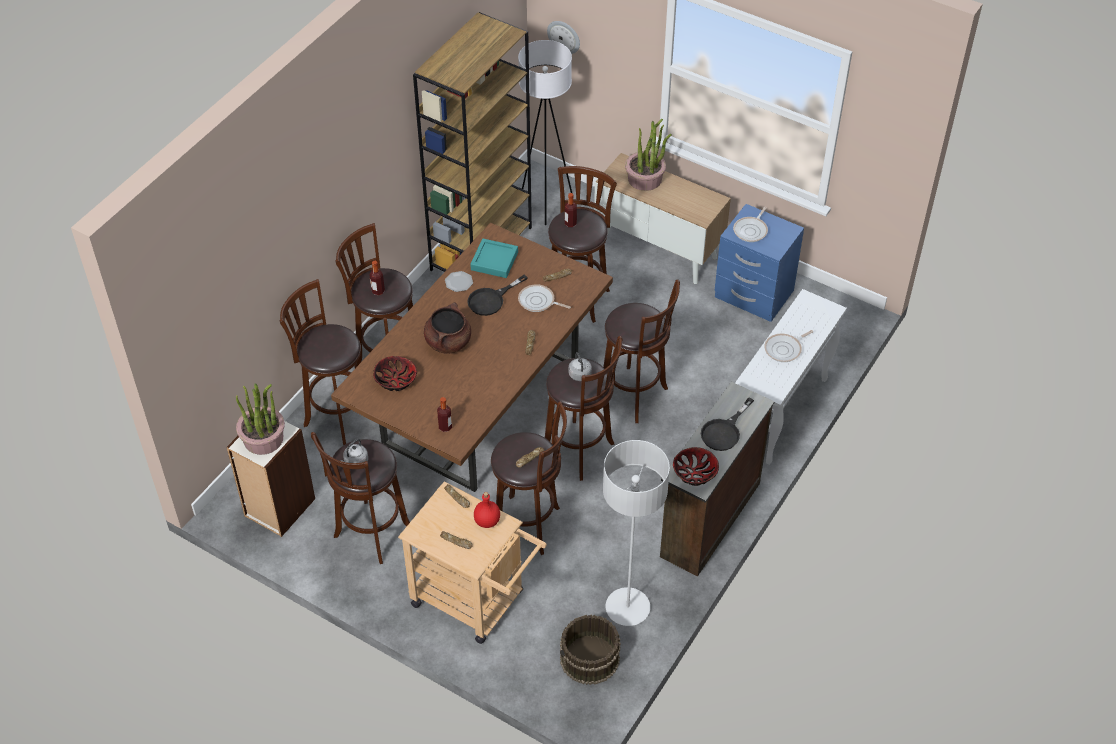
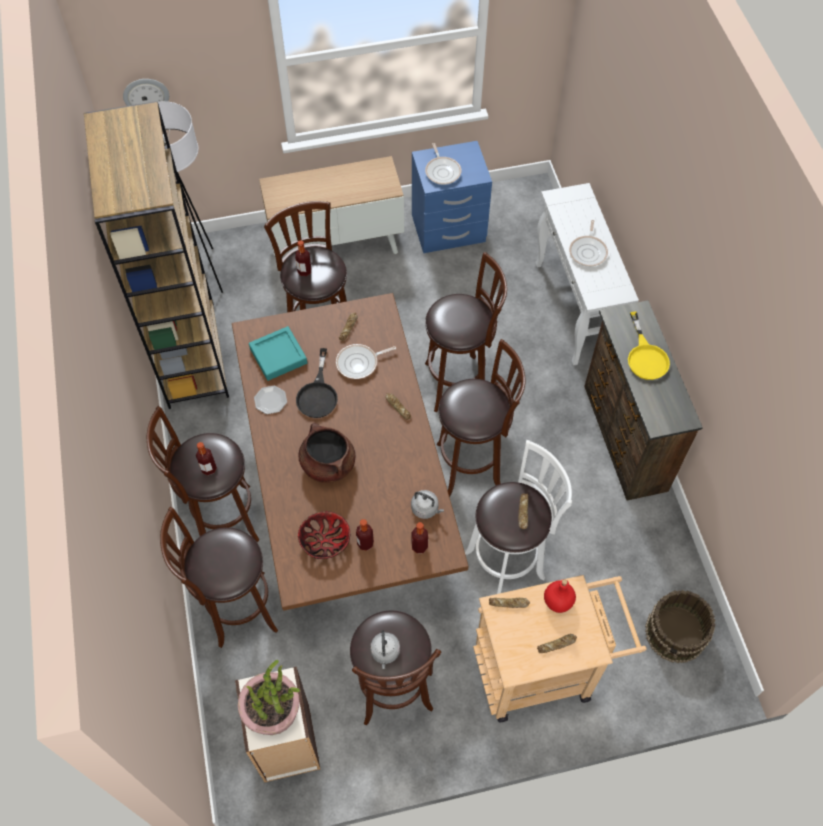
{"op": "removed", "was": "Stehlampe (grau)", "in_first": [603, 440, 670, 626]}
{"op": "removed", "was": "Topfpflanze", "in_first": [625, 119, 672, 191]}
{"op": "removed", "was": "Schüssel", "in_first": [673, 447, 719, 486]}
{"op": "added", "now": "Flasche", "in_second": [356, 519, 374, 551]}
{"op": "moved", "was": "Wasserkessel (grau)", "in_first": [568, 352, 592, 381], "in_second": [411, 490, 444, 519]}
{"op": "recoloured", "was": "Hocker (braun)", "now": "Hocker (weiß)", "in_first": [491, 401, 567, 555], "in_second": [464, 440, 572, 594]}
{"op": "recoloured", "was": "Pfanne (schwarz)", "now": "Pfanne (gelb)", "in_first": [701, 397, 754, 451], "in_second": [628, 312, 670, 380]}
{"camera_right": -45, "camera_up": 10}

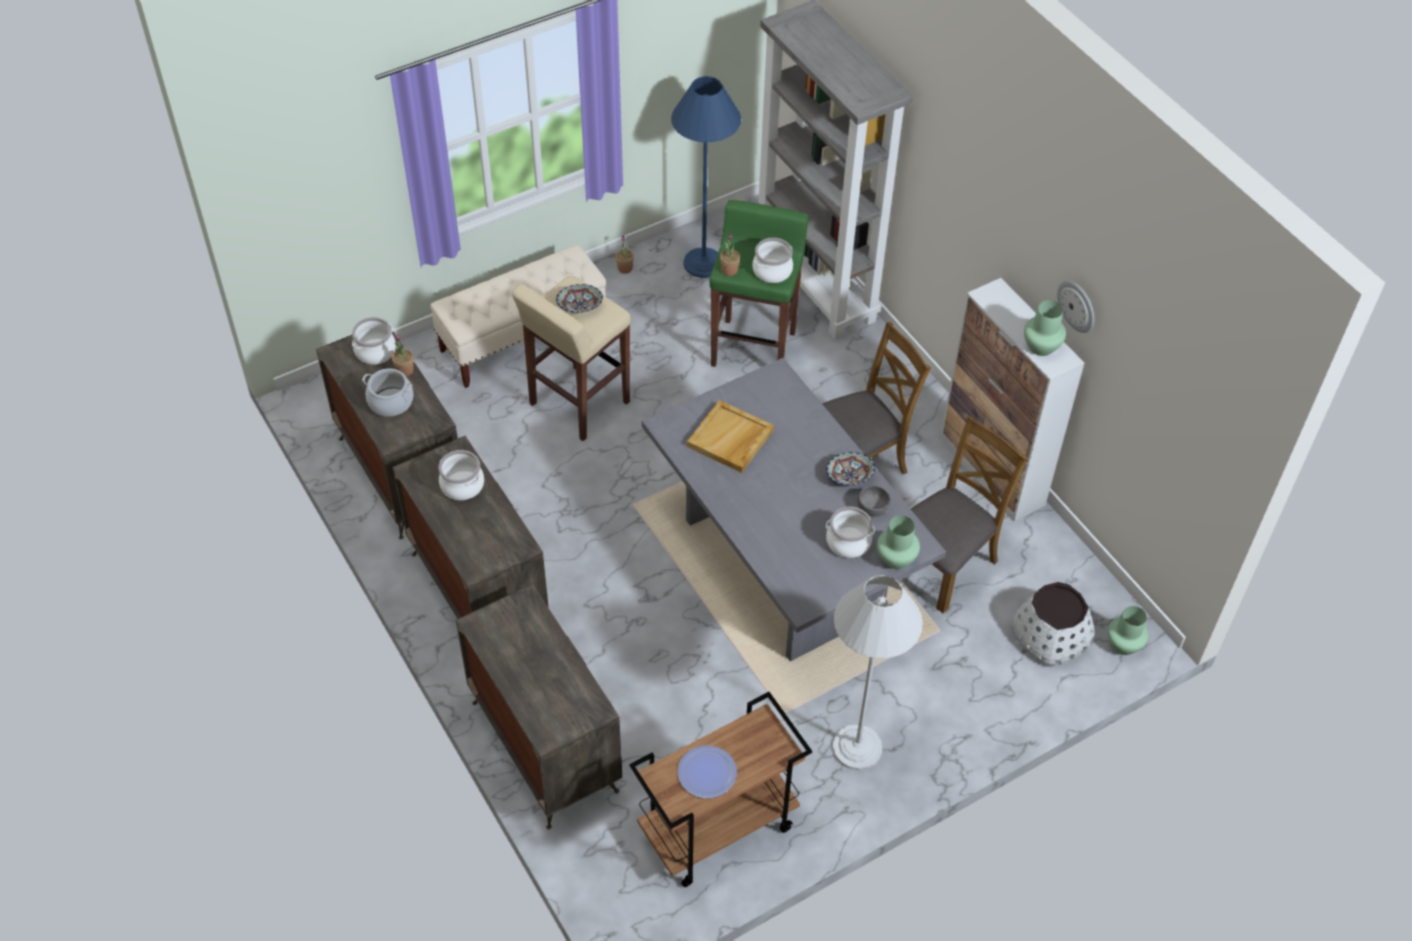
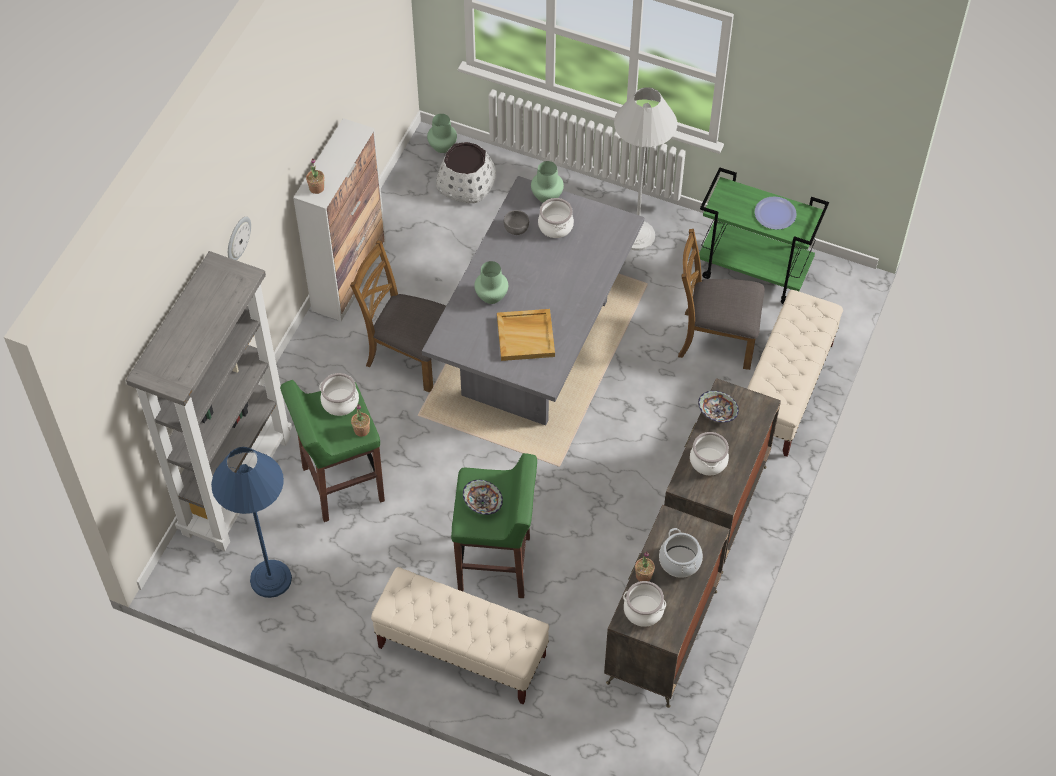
{"op": "moved", "was": "Topfpflanze", "in_first": [616, 236, 634, 274], "in_second": [306, 158, 324, 194]}
{"op": "moved", "was": "Schüssel", "in_first": [826, 452, 875, 486], "in_second": [698, 391, 739, 423]}
{"op": "moved", "was": "Stuhl (braun)", "in_first": [911, 416, 1028, 613], "in_second": [678, 229, 765, 370]}
{"op": "moved", "was": "Vase (grün)", "in_first": [1024, 300, 1066, 356], "in_second": [474, 261, 508, 304]}
{"op": "moved", "was": "Wanduhr", "in_first": [1057, 281, 1094, 333], "in_second": [228, 217, 251, 260]}
{"op": "replaced", "was": "Kommode", "now": "Bank (beige)", "in_first": [456, 584, 622, 829], "in_second": [747, 290, 843, 457]}
{"op": "recoloured", "was": "Hocker (beige)", "now": "Hocker (grün)", "in_first": [512, 276, 631, 441], "in_second": [451, 453, 537, 598]}
{"op": "recoloured", "was": "Rollwagen (braun)", "now": "Rollwagen (grün)", "in_first": [629, 692, 812, 887], "in_second": [699, 167, 829, 304]}
{"camera_right": -125, "camera_up": 5}

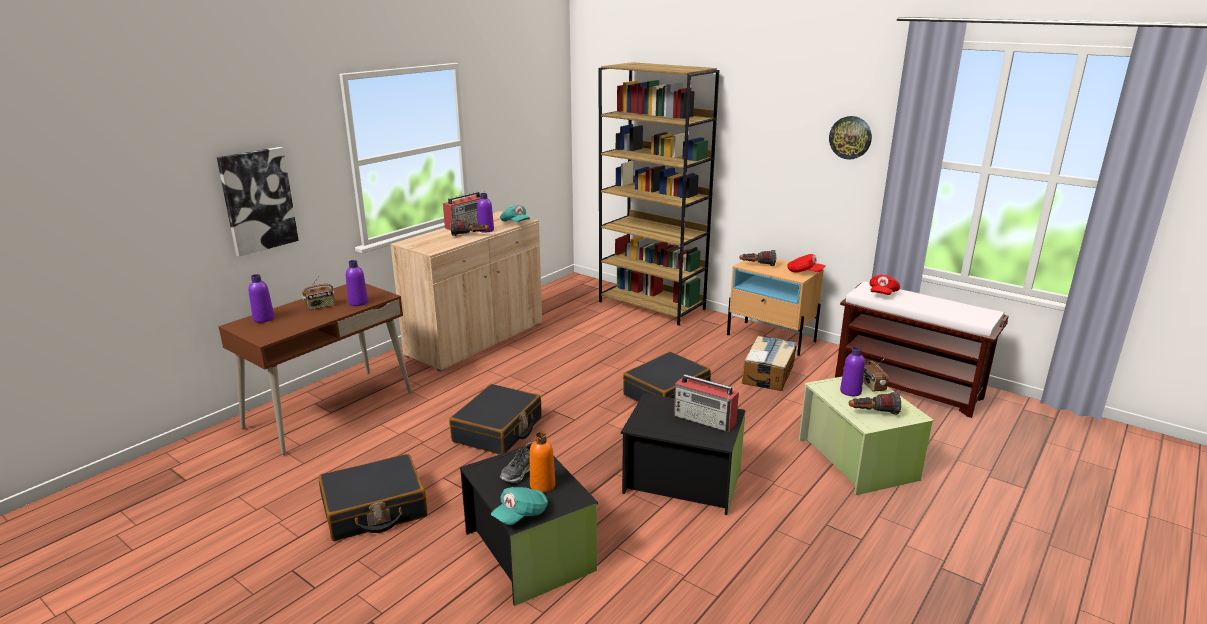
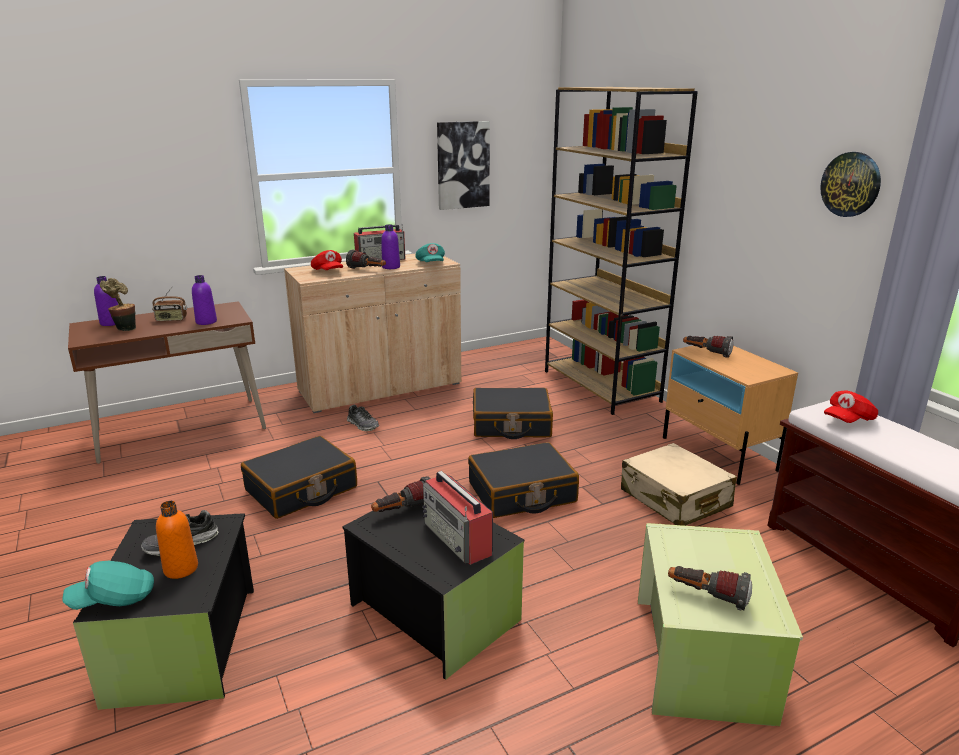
{"op": "removed", "was": "Flasche (lila)", "in_first": [840, 347, 865, 396]}
{"op": "removed", "was": "Radio", "in_first": [863, 358, 889, 392]}
{"op": "added", "now": "Topfpflanze", "in_second": [100, 278, 136, 331]}
{"op": "added", "now": "Schuh", "in_second": [347, 405, 379, 431]}
{"op": "added", "now": "Taschenlampe", "in_second": [371, 476, 431, 512]}
{"op": "moved", "was": "Bild", "in_first": [217, 147, 299, 257], "in_second": [437, 121, 490, 210]}
{"op": "moved", "was": "Koffer (schwarz)", "in_first": [318, 454, 428, 541], "in_second": [473, 388, 553, 439]}
{"op": "moved", "was": "Kappe (rot)", "in_first": [788, 254, 826, 273], "in_second": [311, 250, 343, 270]}
{"op": "replaced", "was": "Karton", "now": "Koffer (beige)", "in_first": [742, 336, 797, 391], "in_second": [621, 443, 737, 526]}
{"camera_right": 25, "camera_up": 0}

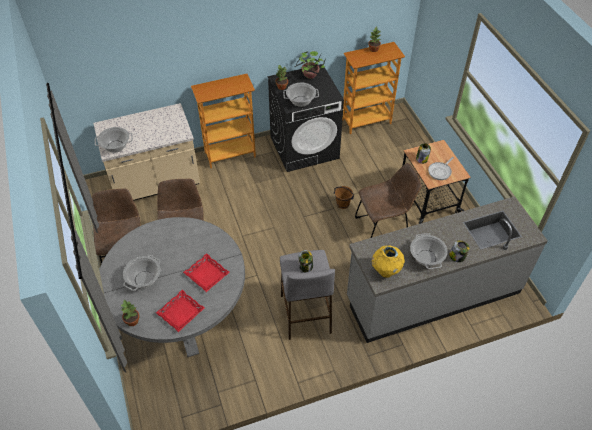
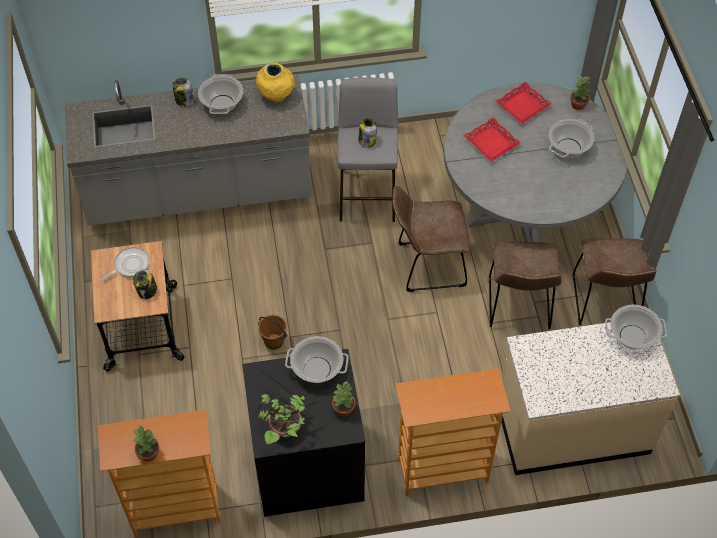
{"op": "moved", "was": "Stuhl (braun)", "in_first": [355, 163, 422, 238], "in_second": [393, 186, 470, 292]}
{"camera_right": -170, "camera_up": 5}

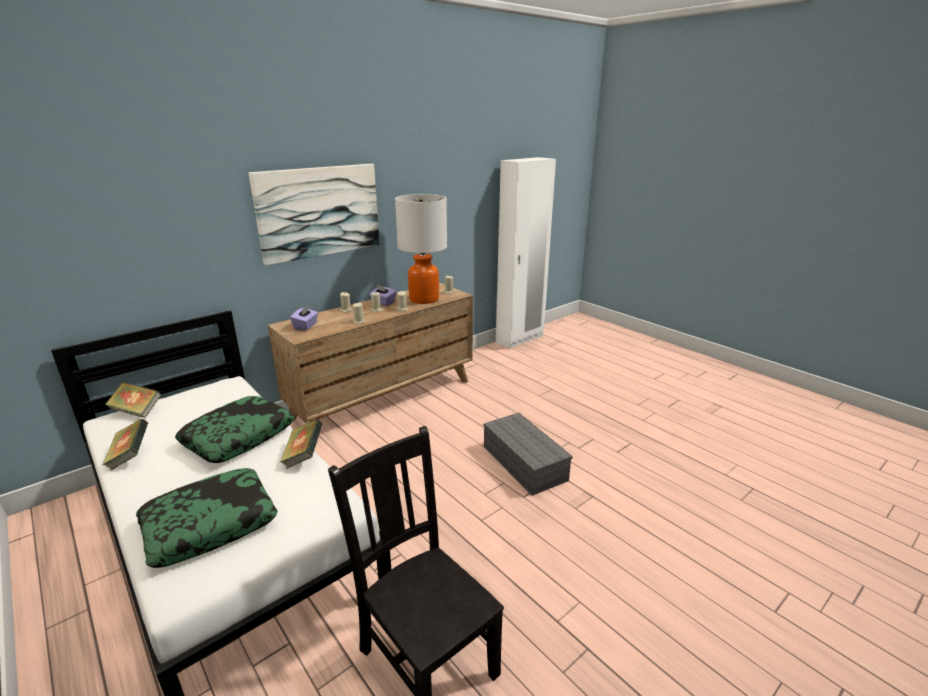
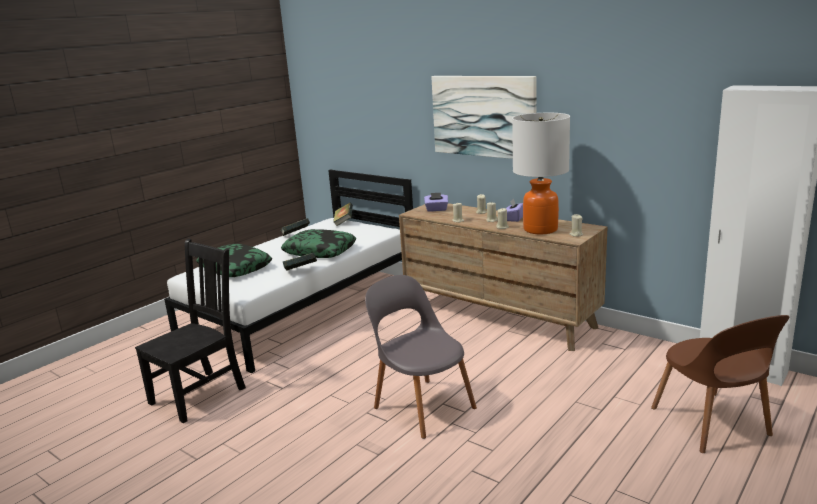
{"op": "added", "now": "Stuhl (braun)", "in_second": [651, 315, 789, 453]}
{"op": "replaced", "was": "Aufbewahrungsbox (grau)", "now": "Stuhl (grau)", "in_first": [484, 413, 573, 496], "in_second": [365, 275, 477, 439]}
{"camera_right": 80, "camera_up": -5}

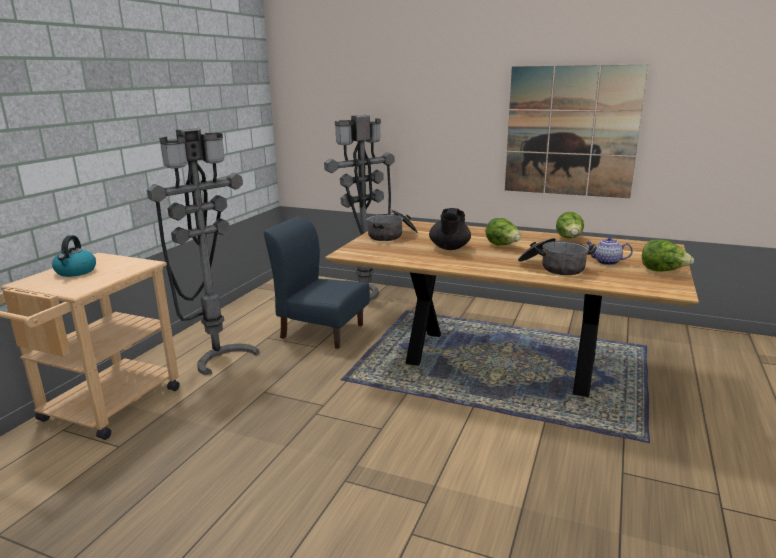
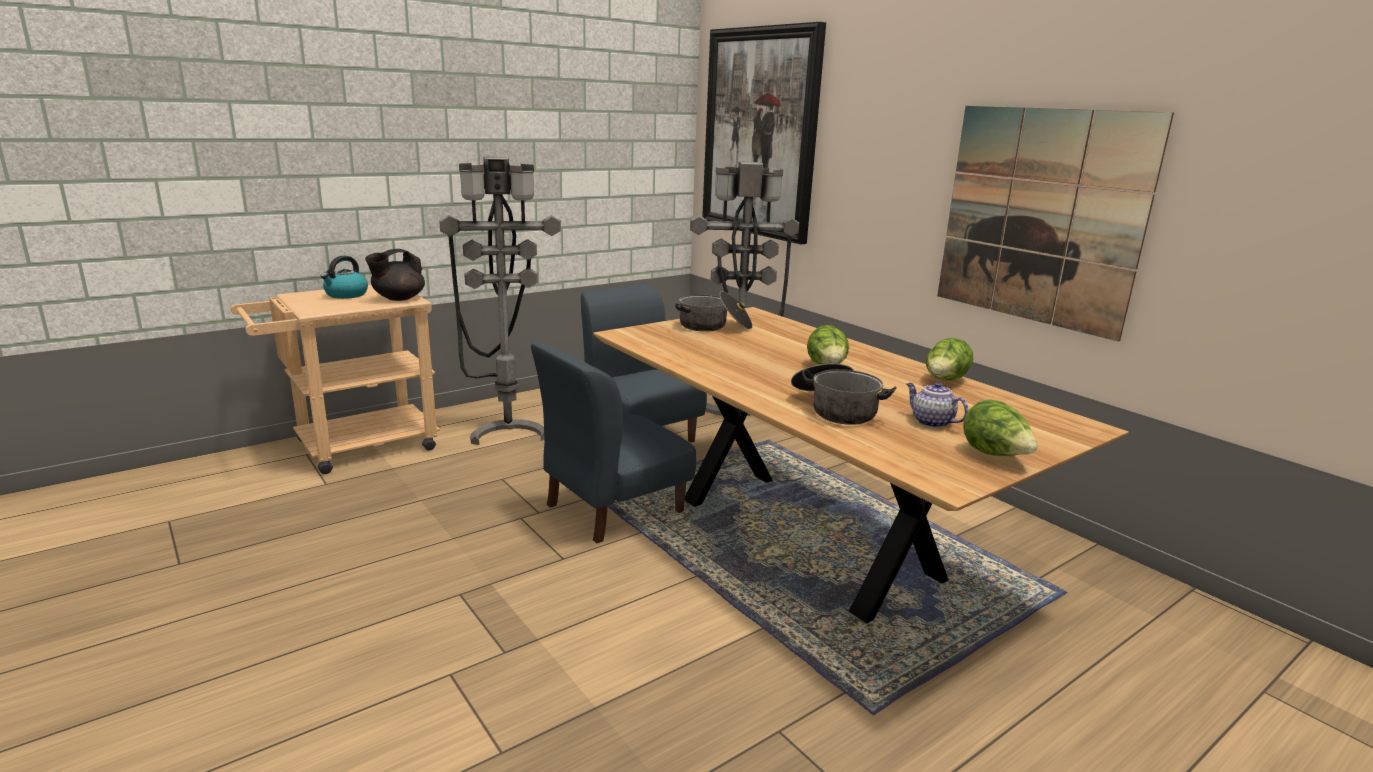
{"op": "added", "now": "Stuhl (blau)", "in_second": [531, 342, 696, 543]}
{"op": "added", "now": "Bild", "in_second": [702, 22, 826, 244]}
{"op": "moved", "was": "Teekanne (schwarz)", "in_first": [429, 208, 471, 250], "in_second": [365, 249, 425, 301]}
{"camera_right": 30, "camera_up": 0}

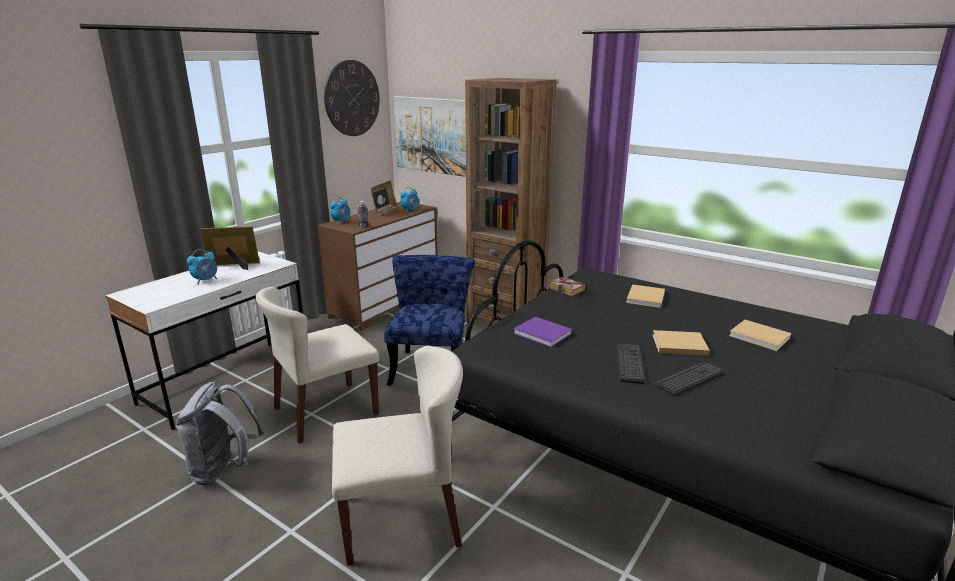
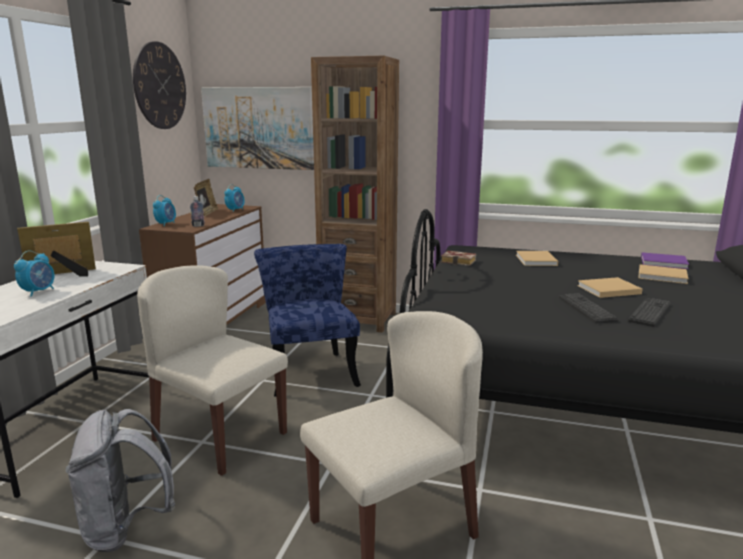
{"op": "moved", "was": "Buch (lila)", "in_first": [513, 317, 572, 347], "in_second": [641, 252, 689, 269]}
{"op": "turned", "was": "Stuhl (beige)", "in_first": [256, 287, 379, 444], "in_second": [137, 265, 288, 476], "clockwise": 90}
{"camera_right": -20, "camera_up": -5}

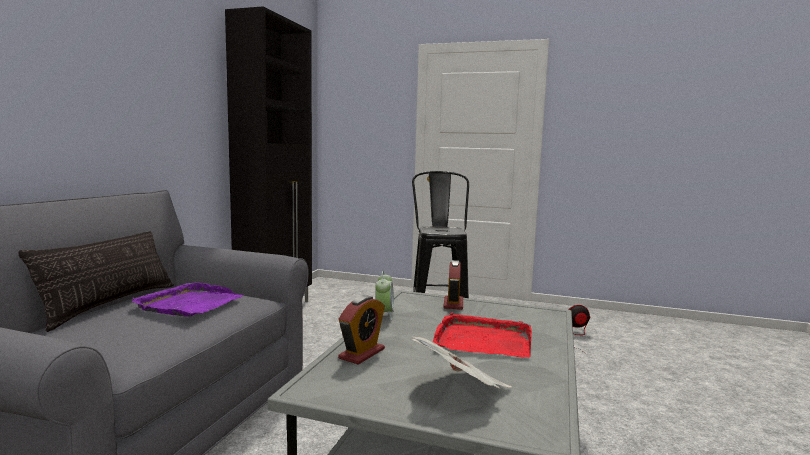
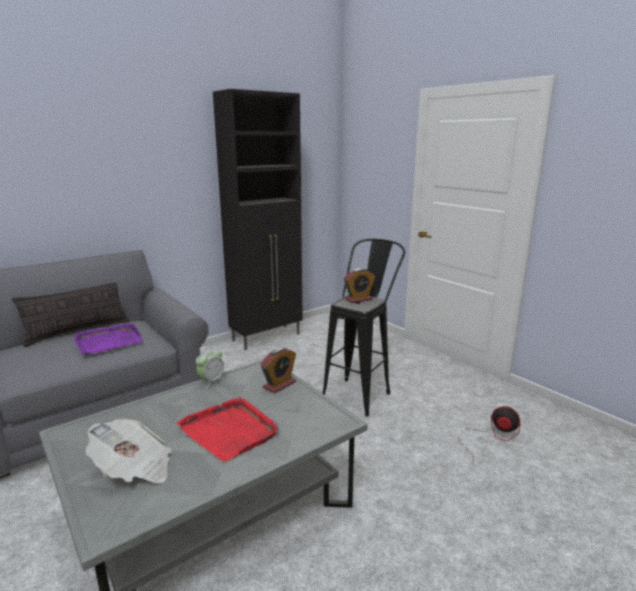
{"op": "moved", "was": "Wecker", "in_first": [338, 295, 385, 365], "in_second": [344, 268, 375, 303]}
{"camera_right": 35, "camera_up": 10}

